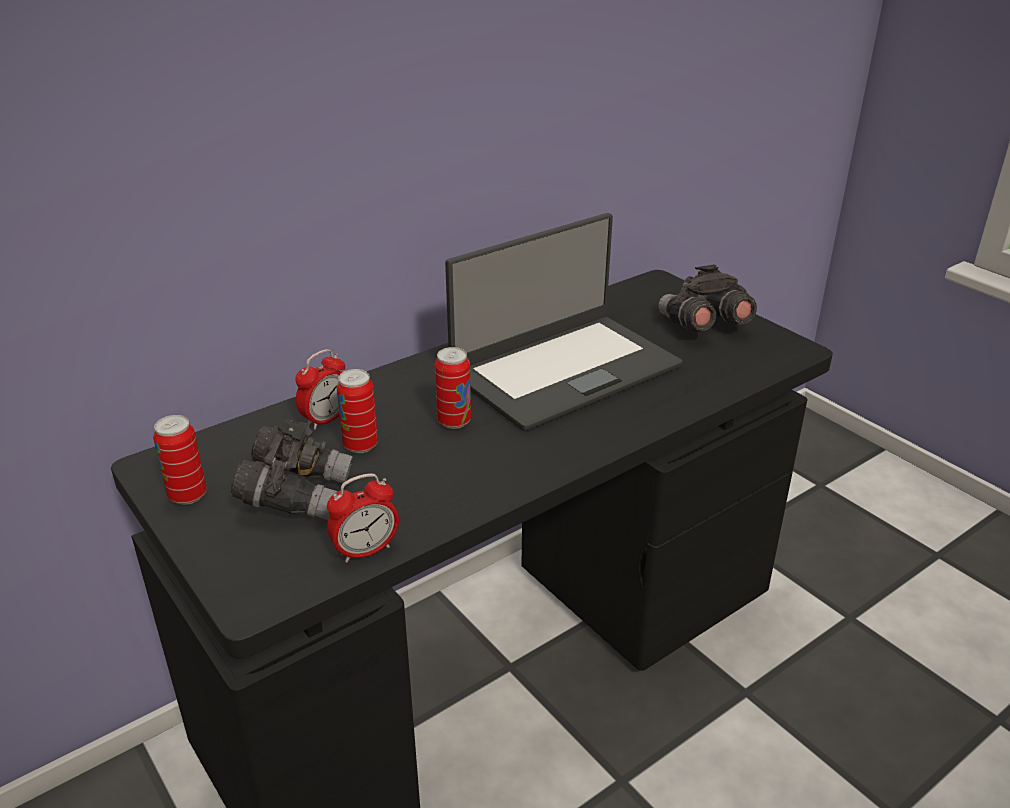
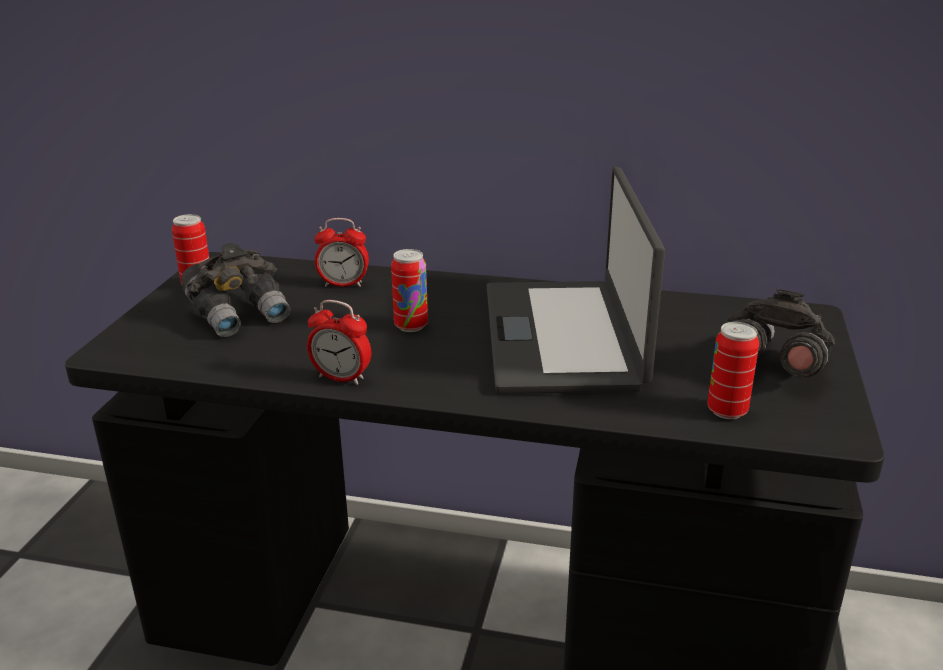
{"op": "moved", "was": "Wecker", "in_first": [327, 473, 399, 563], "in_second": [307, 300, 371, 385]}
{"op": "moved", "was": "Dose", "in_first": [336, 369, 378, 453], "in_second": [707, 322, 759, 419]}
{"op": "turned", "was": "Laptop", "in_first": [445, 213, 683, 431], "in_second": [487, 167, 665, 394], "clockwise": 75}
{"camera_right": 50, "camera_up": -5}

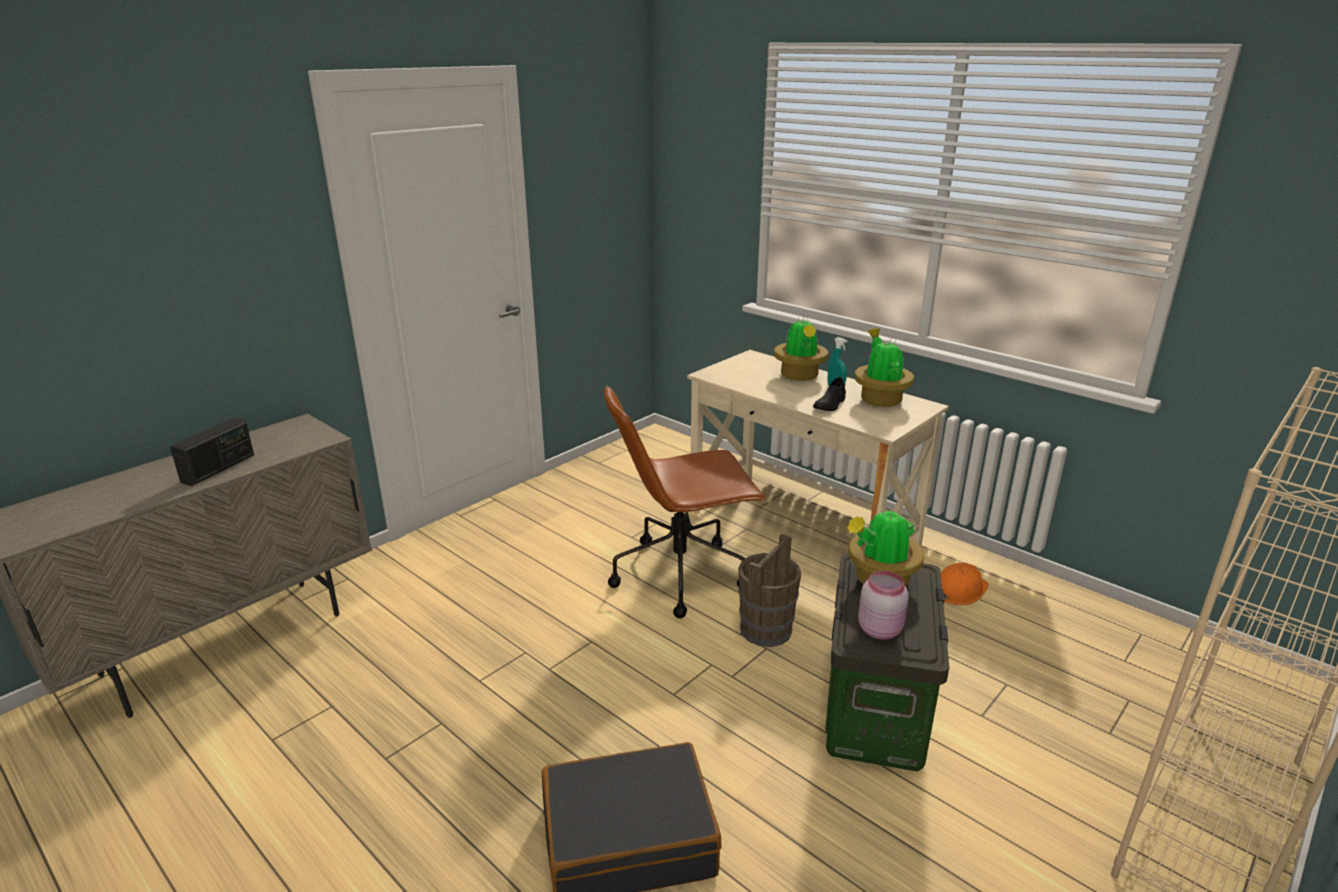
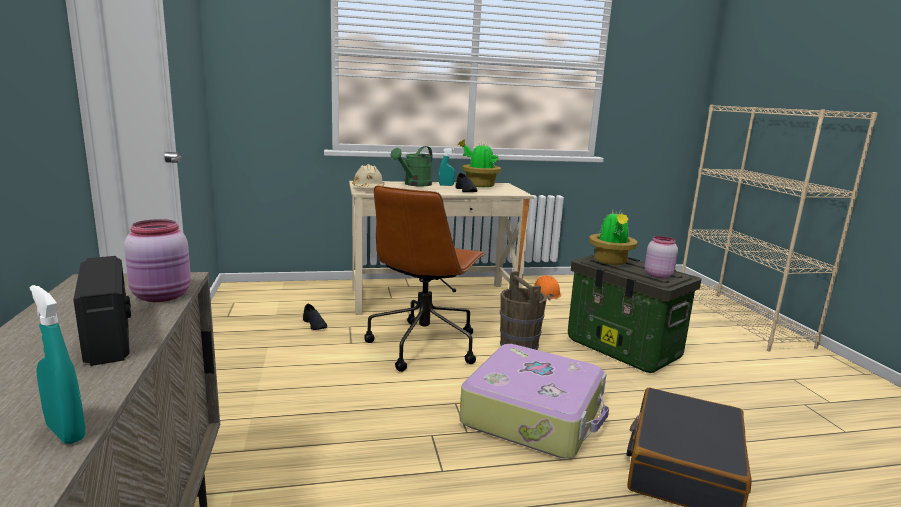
{"op": "added", "now": "Sprühflasche (türkis)", "in_second": [30, 285, 86, 444]}
{"op": "added", "now": "Vorratsglas (rosa)", "in_second": [124, 219, 191, 302]}
{"op": "added", "now": "Schuh (schwarz)", "in_second": [303, 304, 327, 330]}
{"op": "added", "now": "Schutzhelm (beige)", "in_second": [352, 164, 385, 188]}
{"op": "added", "now": "Koffer", "in_second": [459, 344, 609, 458]}
{"op": "replaced", "was": "Topfpflanze", "now": "Gießkanne (grün)", "in_first": [774, 317, 828, 381], "in_second": [391, 146, 433, 186]}
{"camera_right": -55, "camera_up": -10}

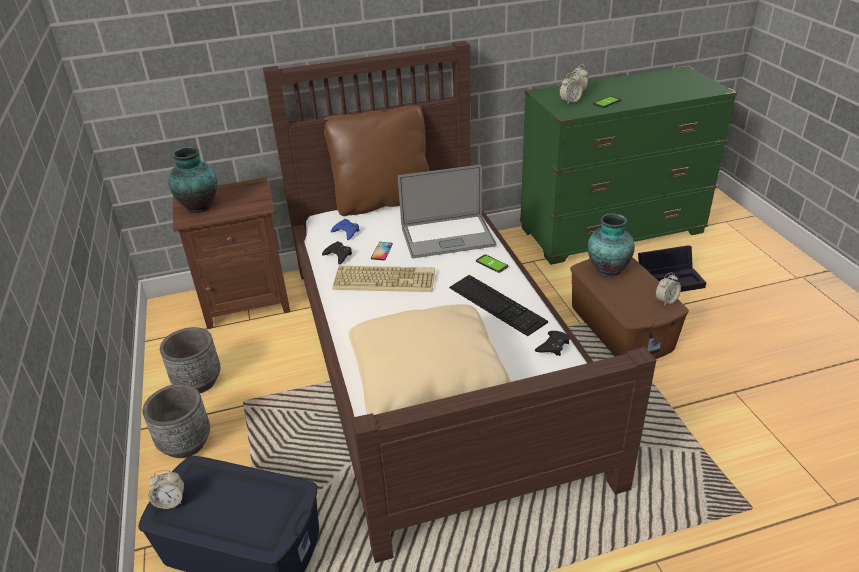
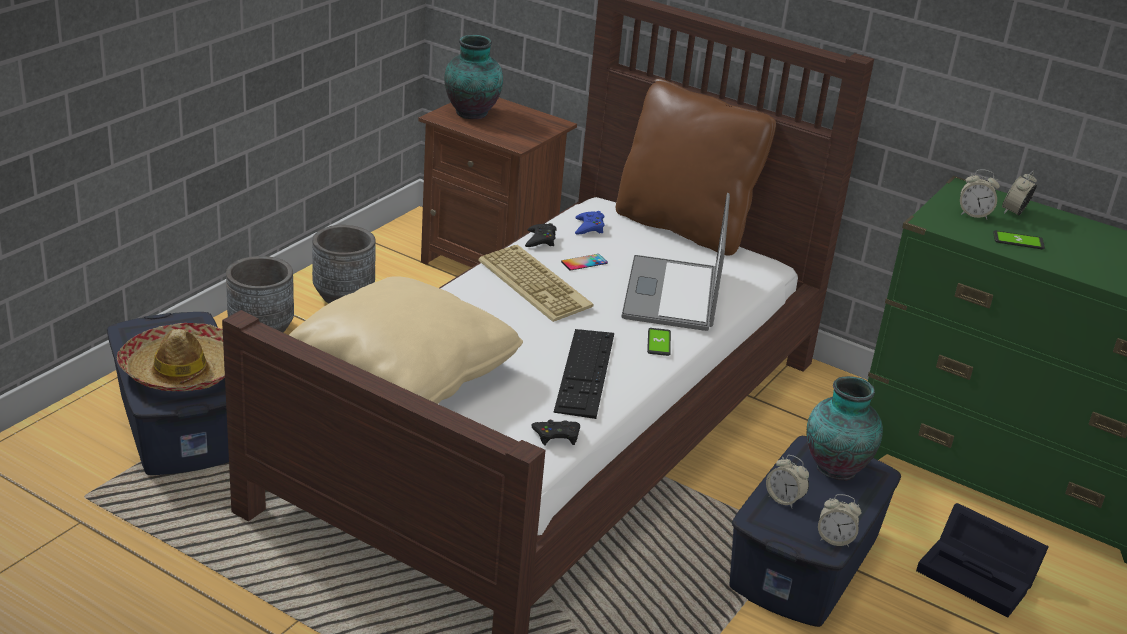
{"op": "added", "now": "Hut", "in_second": [117, 323, 225, 391]}
{"op": "moved", "was": "Wecker", "in_first": [148, 470, 184, 509], "in_second": [766, 455, 809, 508]}
{"op": "recoloured", "was": "Aufbewahrungsbox (braun)", "now": "Aufbewahrungsbox (blau)", "in_first": [570, 257, 689, 359], "in_second": [729, 436, 901, 627]}
{"op": "turned", "was": "Laptop", "in_first": [398, 165, 496, 259], "in_second": [622, 193, 730, 331], "clockwise": 60}
{"camera_right": 45, "camera_up": -5}

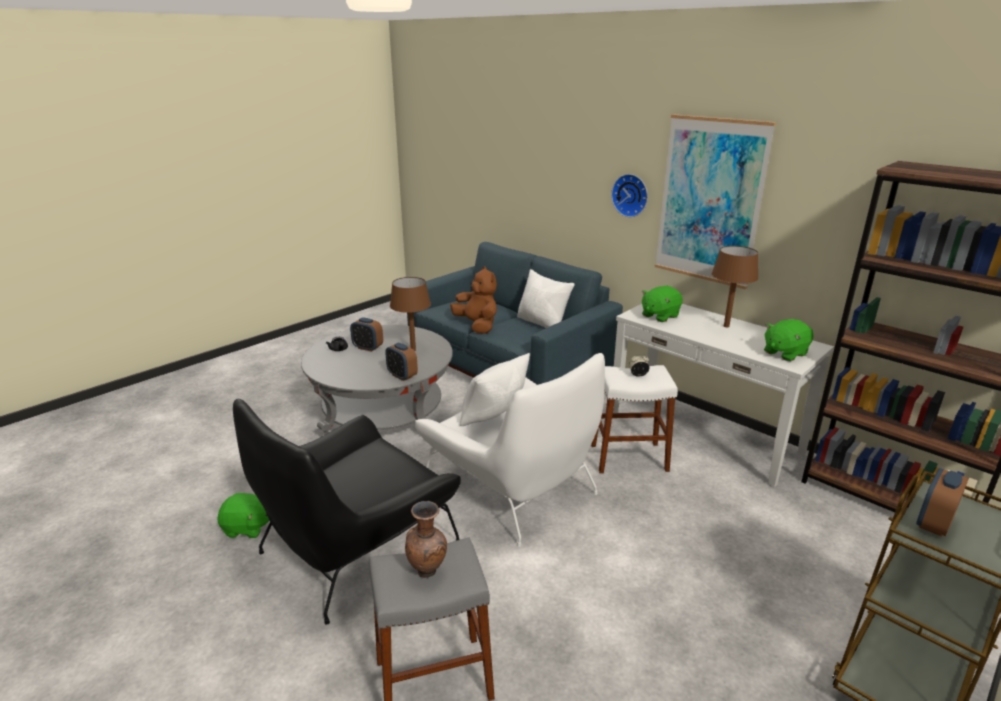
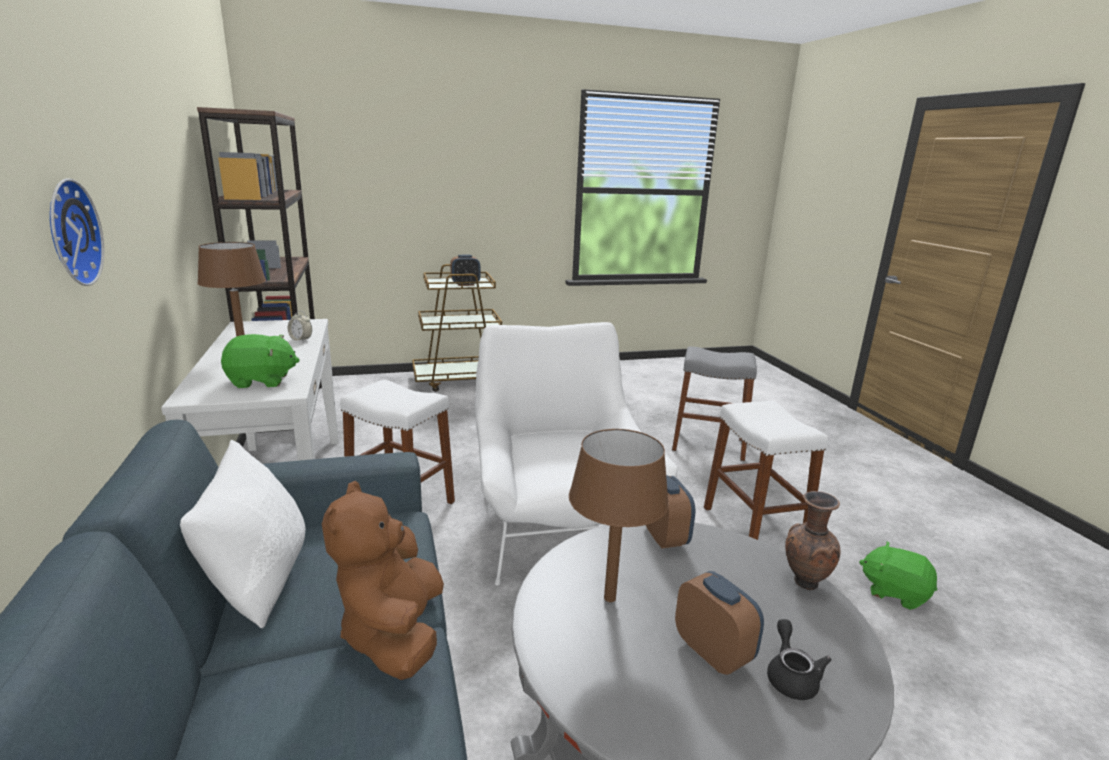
{"op": "removed", "was": "Kissen (weiß)", "in_first": [460, 353, 530, 426]}
{"op": "removed", "was": "Bild", "in_first": [655, 114, 776, 289]}
{"op": "removed", "was": "Plüschtier (grün)", "in_first": [764, 319, 813, 361]}
{"op": "moved", "was": "Vase (braun)", "in_first": [405, 501, 447, 578], "in_second": [785, 491, 841, 590]}
{"op": "moved", "was": "Wecker", "in_first": [629, 354, 649, 377], "in_second": [288, 311, 312, 342]}
{"op": "replaced", "was": "Sessel (schwarz)", "now": "Hocker (weiß)", "in_first": [233, 398, 461, 625], "in_second": [704, 401, 828, 540]}
{"camera_right": -150, "camera_up": -5}

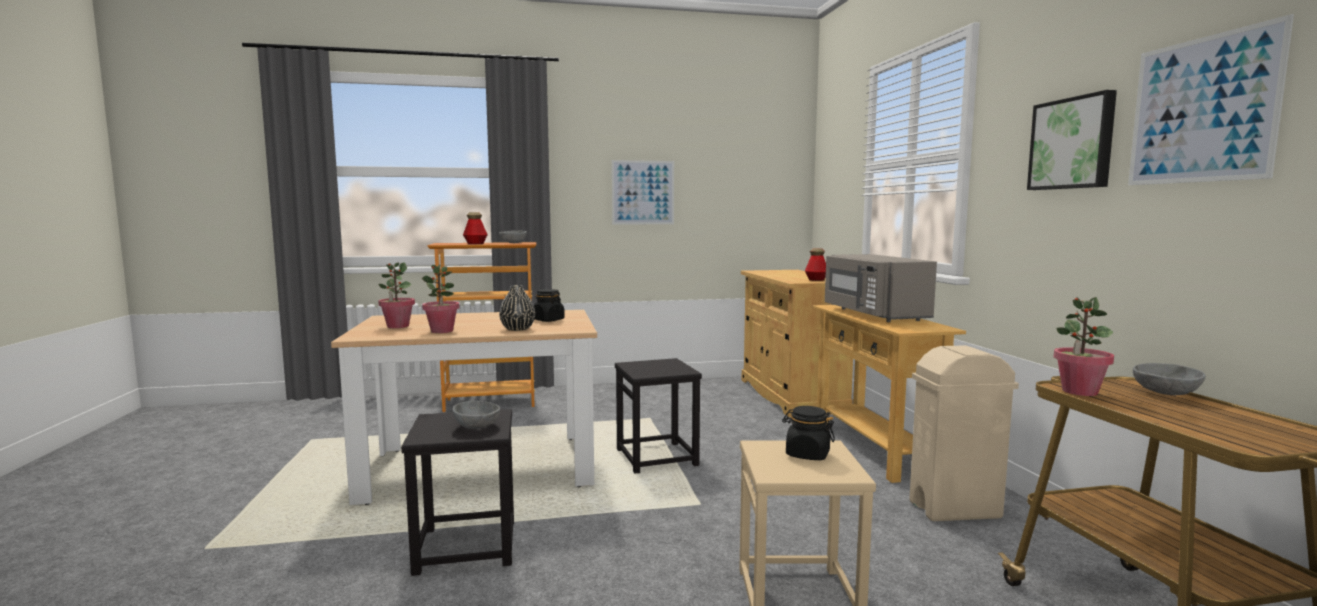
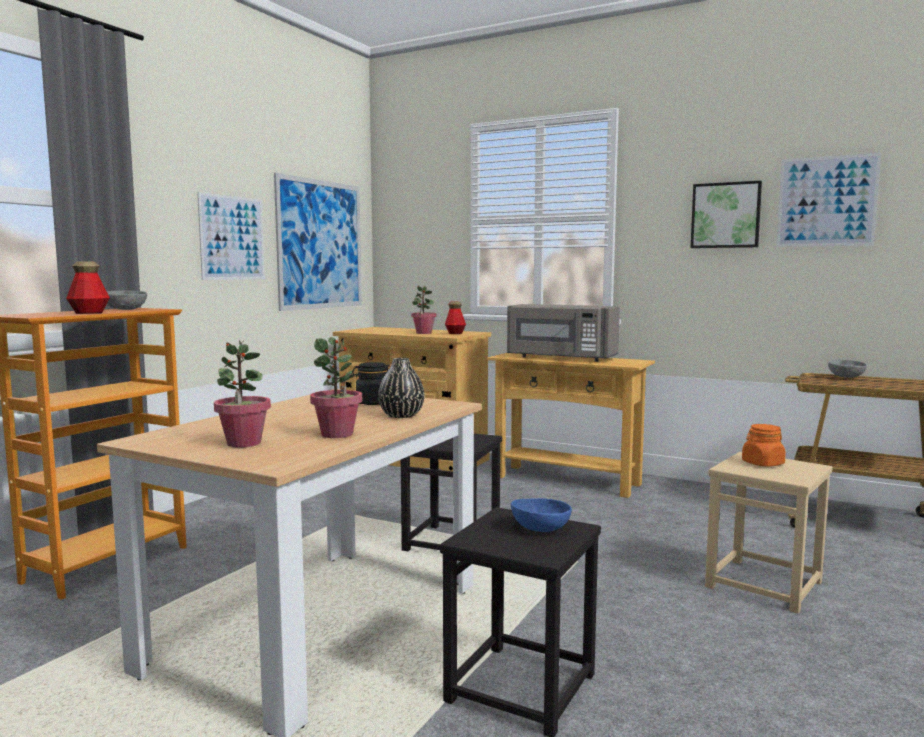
{"op": "removed", "was": "Mülleimer (beige)", "in_first": [909, 346, 1019, 521]}
{"op": "added", "now": "Bild", "in_second": [274, 173, 362, 311]}
{"op": "moved", "was": "Topfpflanze", "in_first": [1054, 297, 1114, 396], "in_second": [411, 285, 436, 334]}
{"op": "recoloured", "was": "Schüssel (grau)", "now": "Schüssel (blau)", "in_first": [453, 401, 500, 429], "in_second": [511, 498, 572, 532]}
{"op": "recoloured", "was": "Vorratsglas (schwarz)", "now": "Vorratsglas (orange)", "in_first": [782, 406, 835, 460], "in_second": [742, 424, 786, 467]}
{"camera_right": -50, "camera_up": 0}

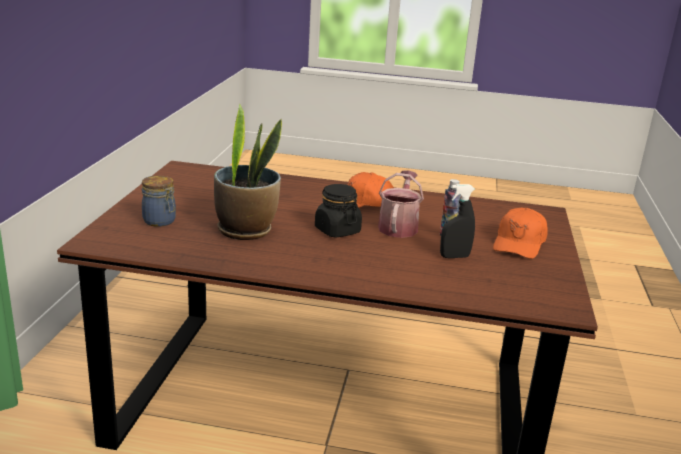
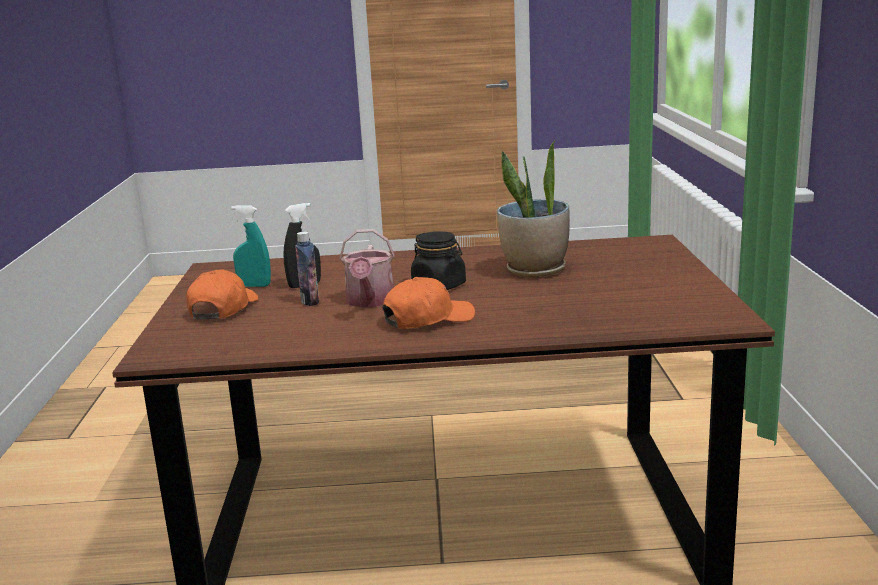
{"op": "removed", "was": "Vorratsglas", "in_first": [142, 175, 176, 227]}
{"op": "added", "now": "Sprühflasche (türkis)", "in_second": [231, 205, 271, 287]}
{"camera_right": 170, "camera_up": -5}

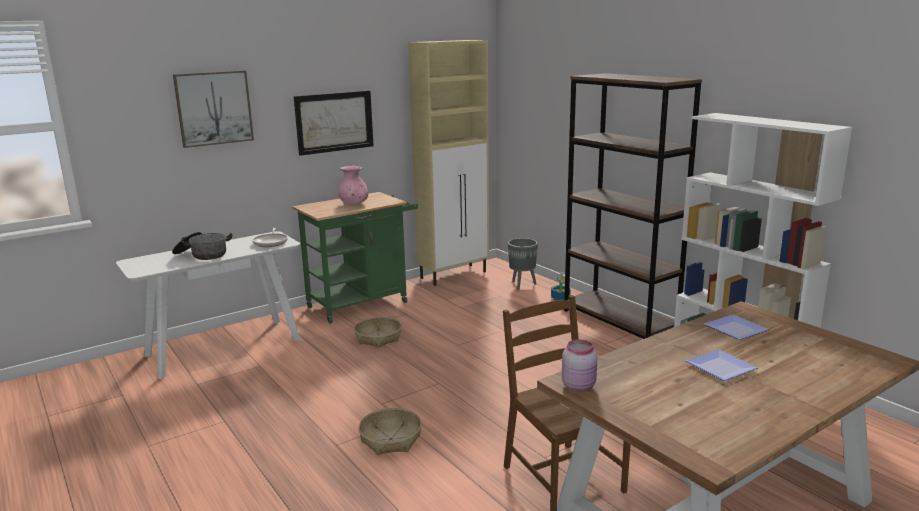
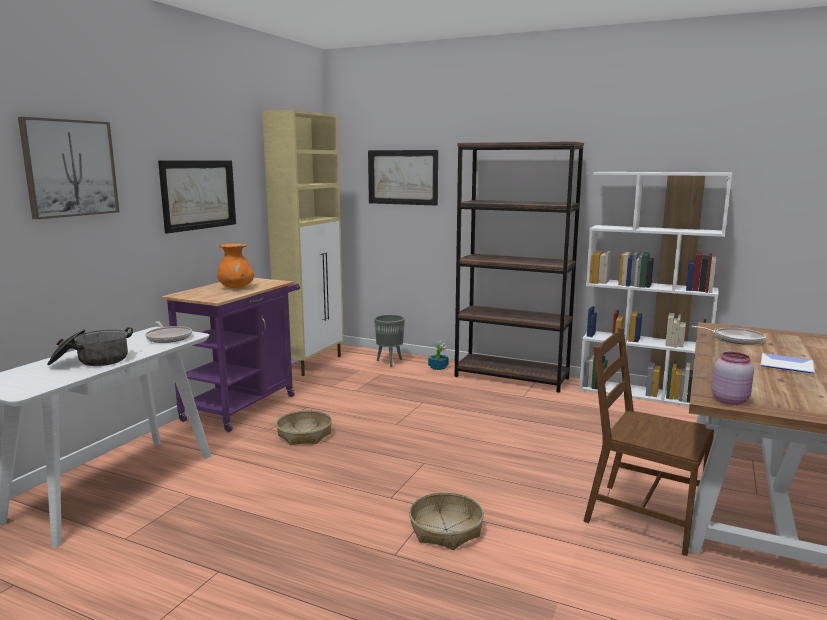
{"op": "added", "now": "Bild", "in_second": [368, 150, 438, 206]}
{"op": "replaced", "was": "Teller", "now": "Pfanne", "in_first": [704, 315, 769, 340], "in_second": [692, 326, 766, 345]}
{"op": "recoloured", "was": "Rollwagen (grün)", "now": "Rollwagen (lila)", "in_first": [293, 192, 418, 324], "in_second": [161, 278, 300, 432]}
{"op": "recoloured", "was": "Vase (rosa)", "now": "Vase (orange)", "in_first": [338, 166, 368, 205], "in_second": [217, 244, 254, 288]}
{"camera_right": -30, "camera_up": -5}

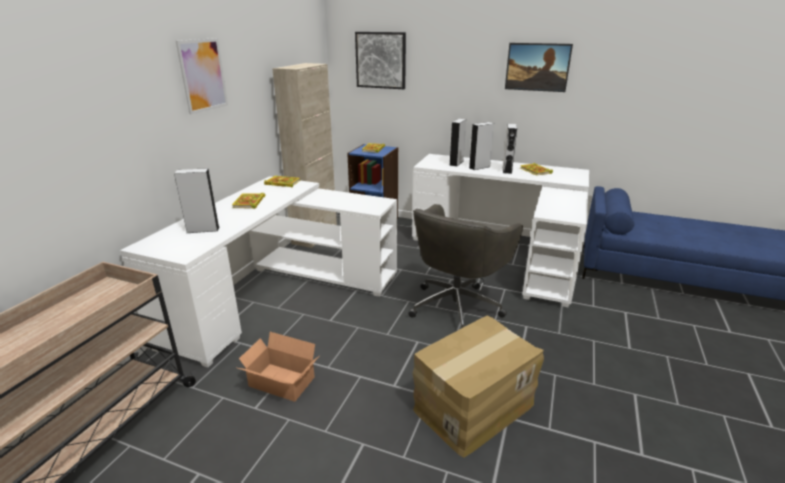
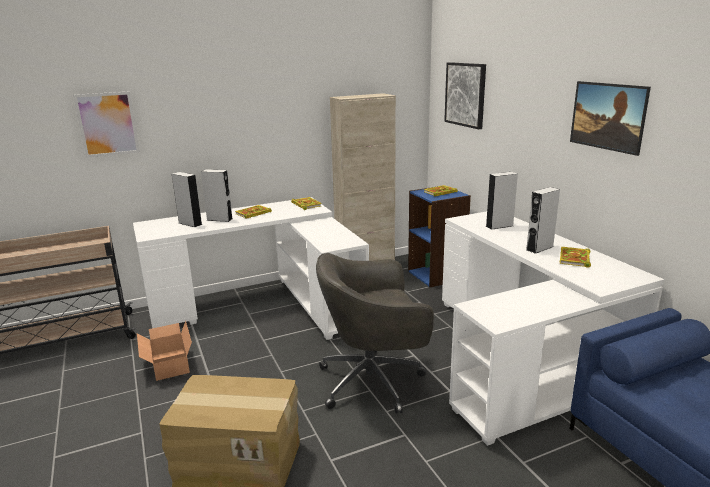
{"op": "moved", "was": "Bild", "in_first": [176, 38, 228, 114], "in_second": [73, 91, 140, 158]}
{"op": "moved", "was": "Lautsprecher (grau)", "in_first": [469, 122, 494, 170], "in_second": [201, 169, 232, 222]}
{"camera_right": 45, "camera_up": -5}

